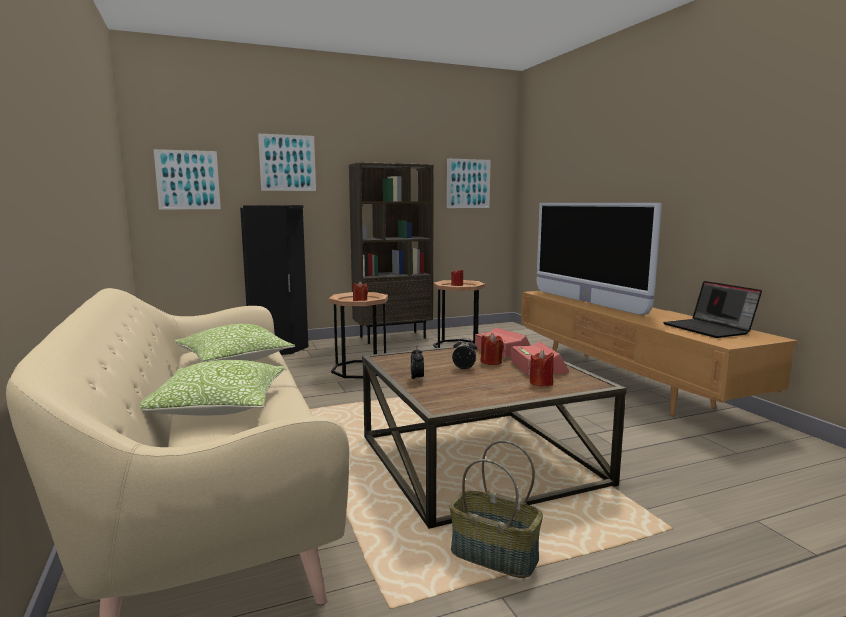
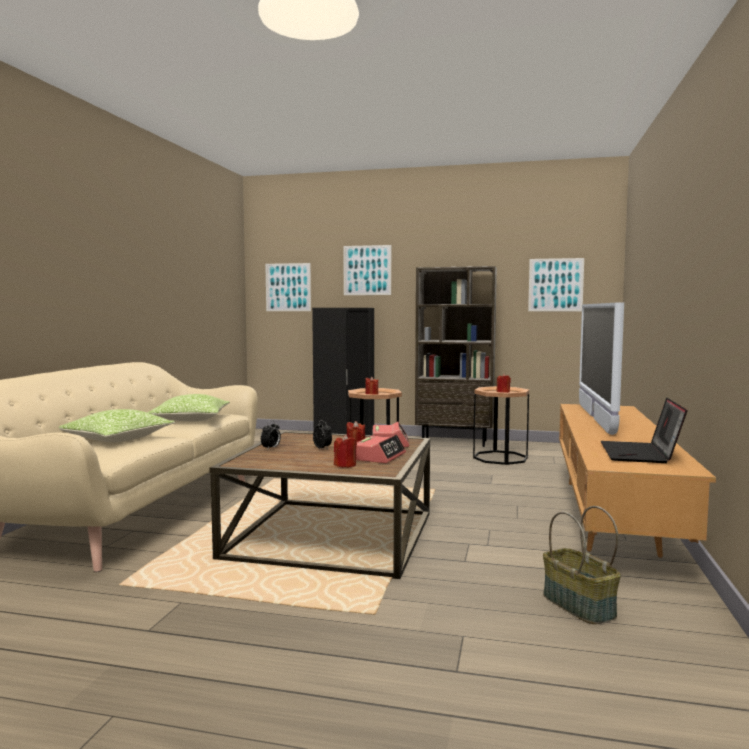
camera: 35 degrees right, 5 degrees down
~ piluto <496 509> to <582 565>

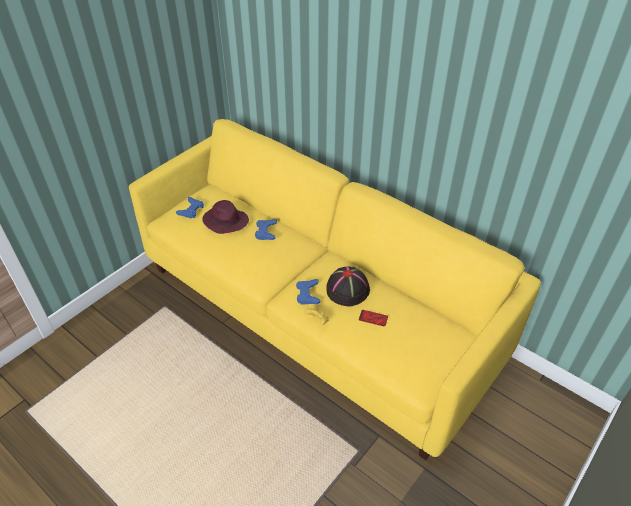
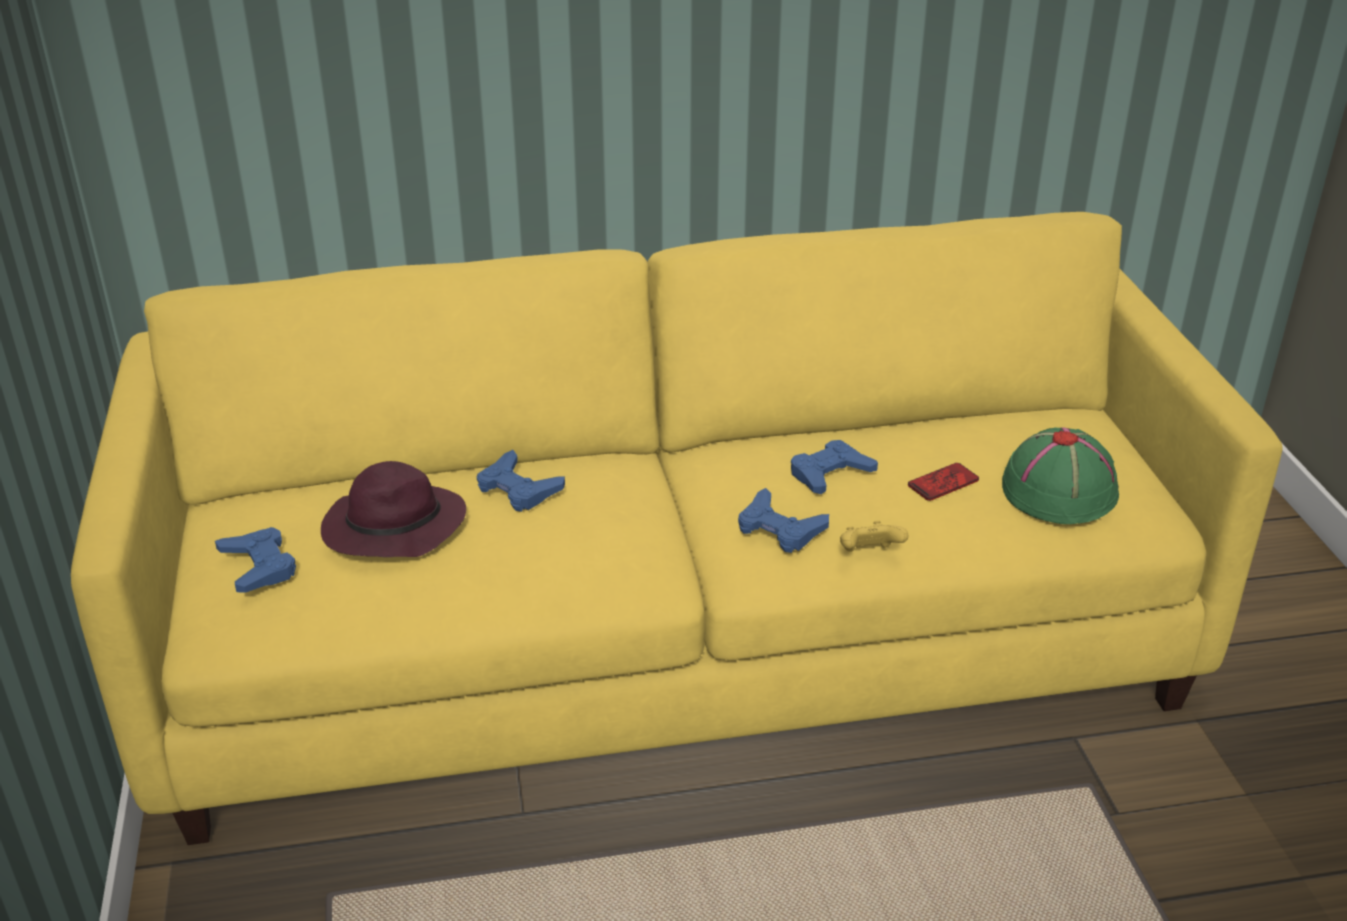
camera: 50 degrees left, 10 degrees down
~ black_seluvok <348 286> to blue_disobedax <834 467>
+ green_seluvok <1060 475>

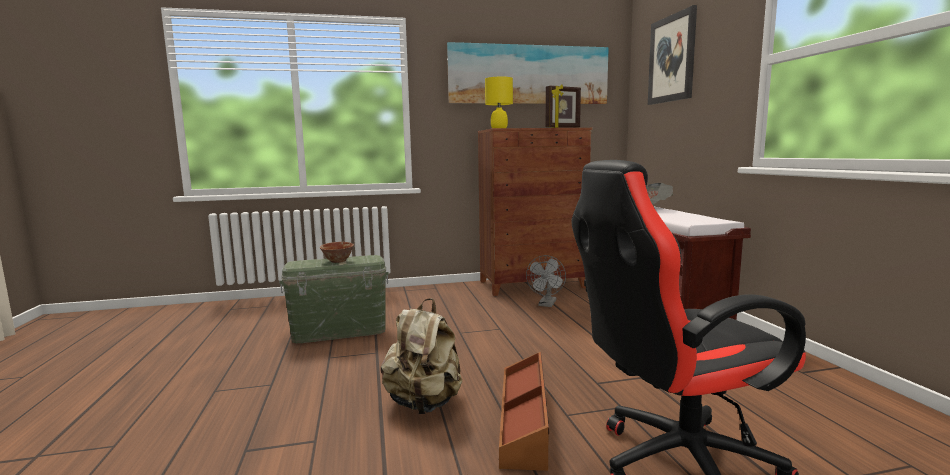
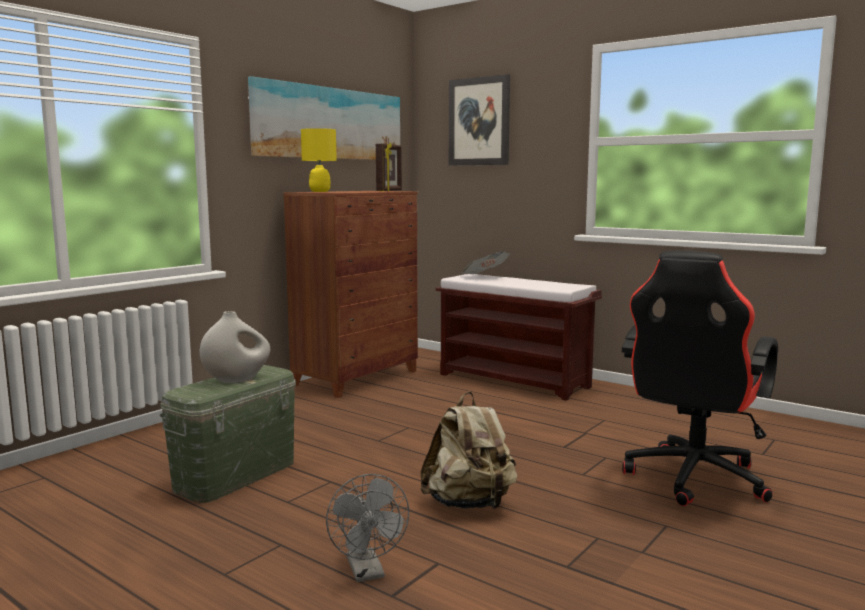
camera: 40 degrees left, 0 degrees up
~ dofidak <337 252> to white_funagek <235 347>
- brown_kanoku <524 411>
~ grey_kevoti <546 281> to <367 528>

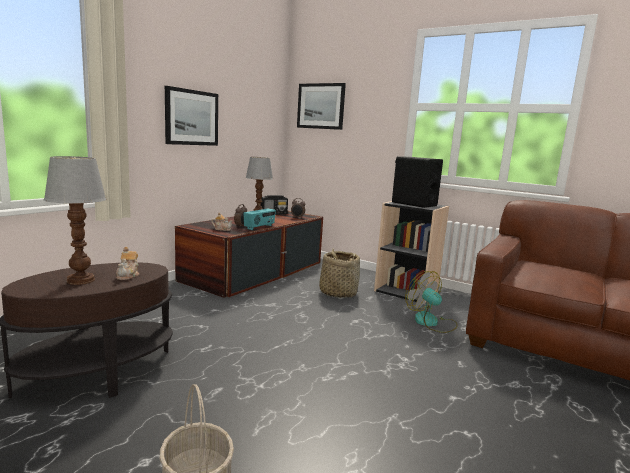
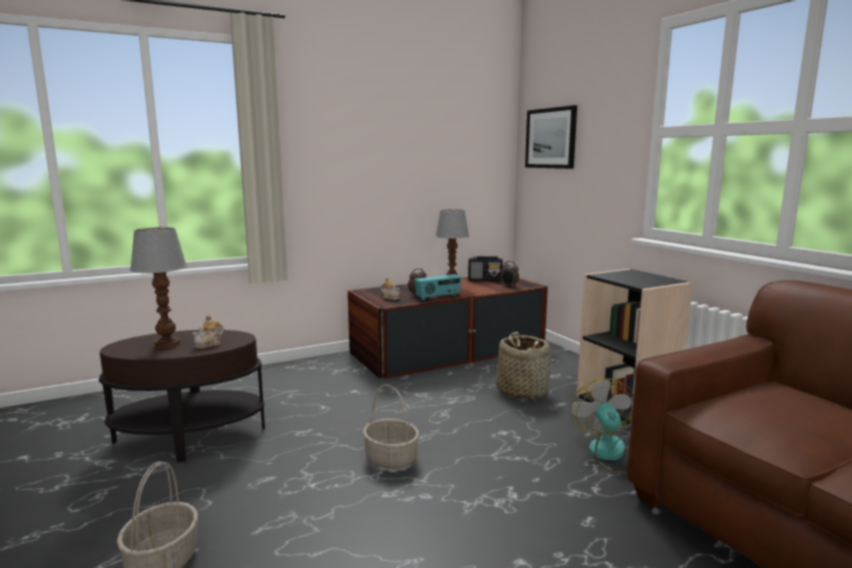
camera: 30 degrees right, 0 degrees up
- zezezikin <191 116>
- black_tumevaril <417 182>
+ piluto <391 426>

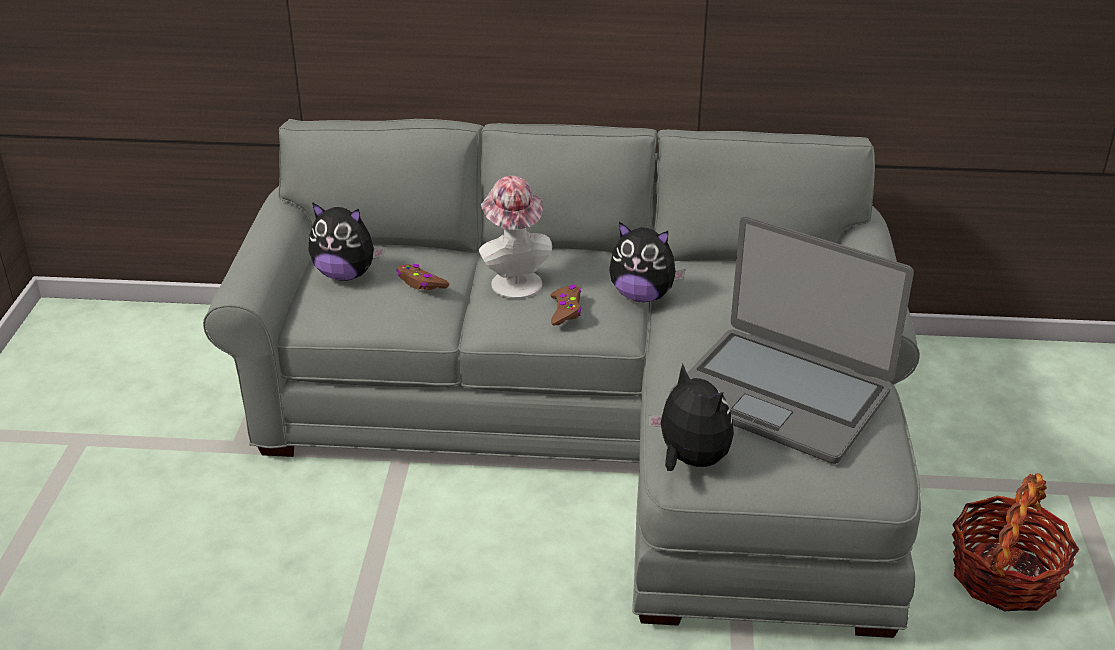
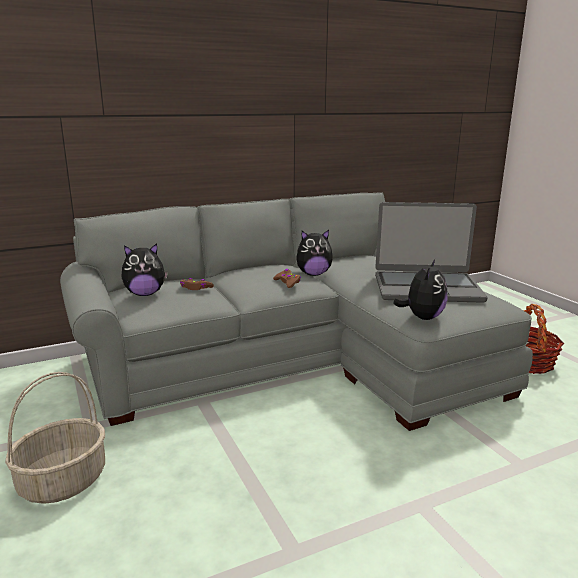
camera: 30 degrees left, 15 degrees down
- seluvok <515 237>
~ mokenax <691 417> = <420 289> 90 degrees clockwise
+ piluto <55 438>

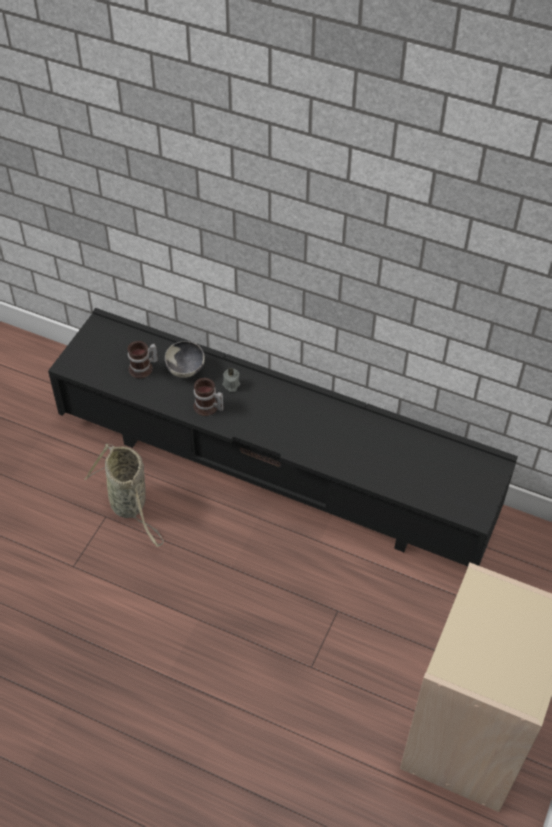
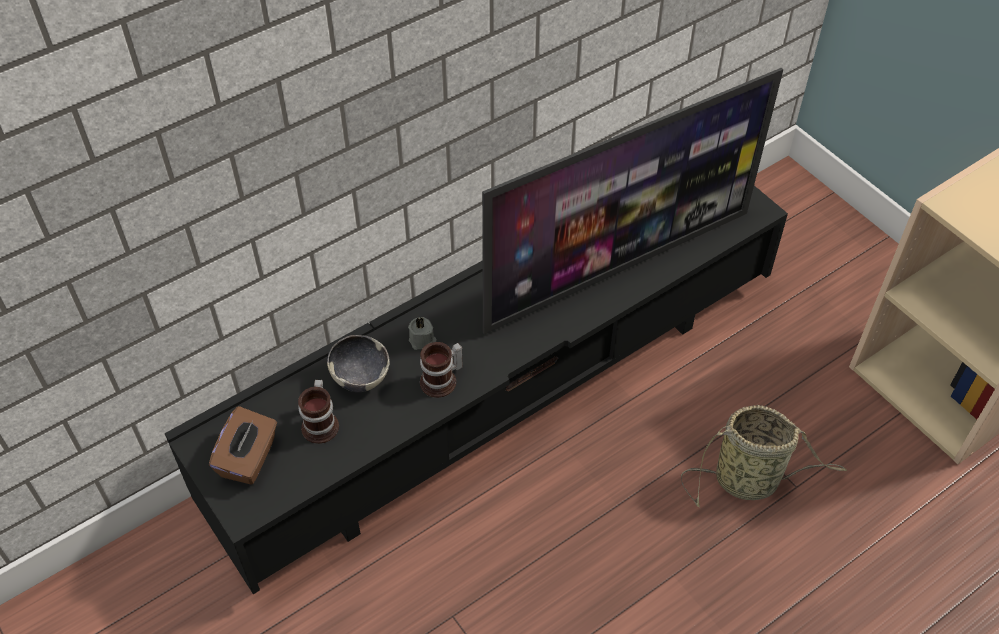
camera: 60 degrees left, 0 degrees up
~ piluto <124 495> to <764 456>
+ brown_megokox <243 445>
+ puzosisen <633 201>

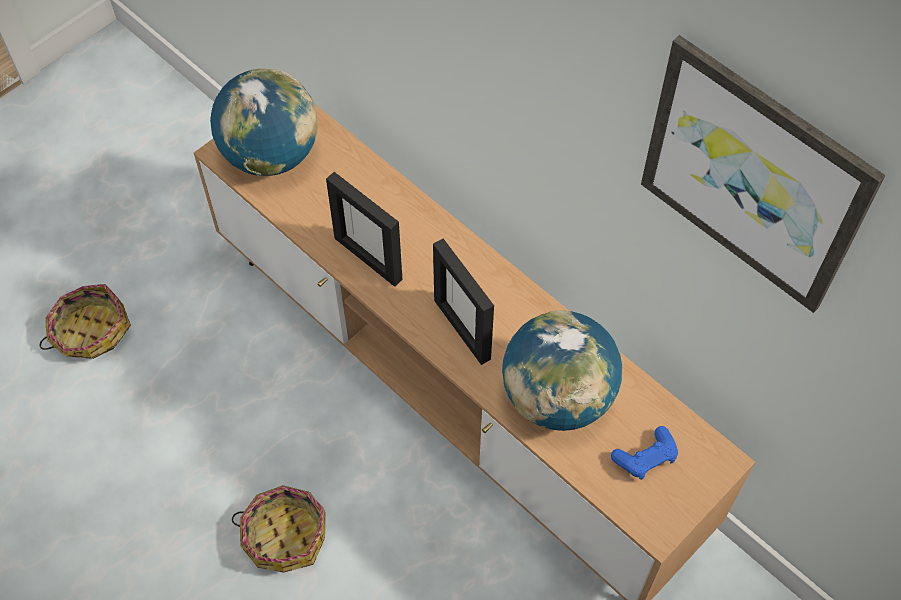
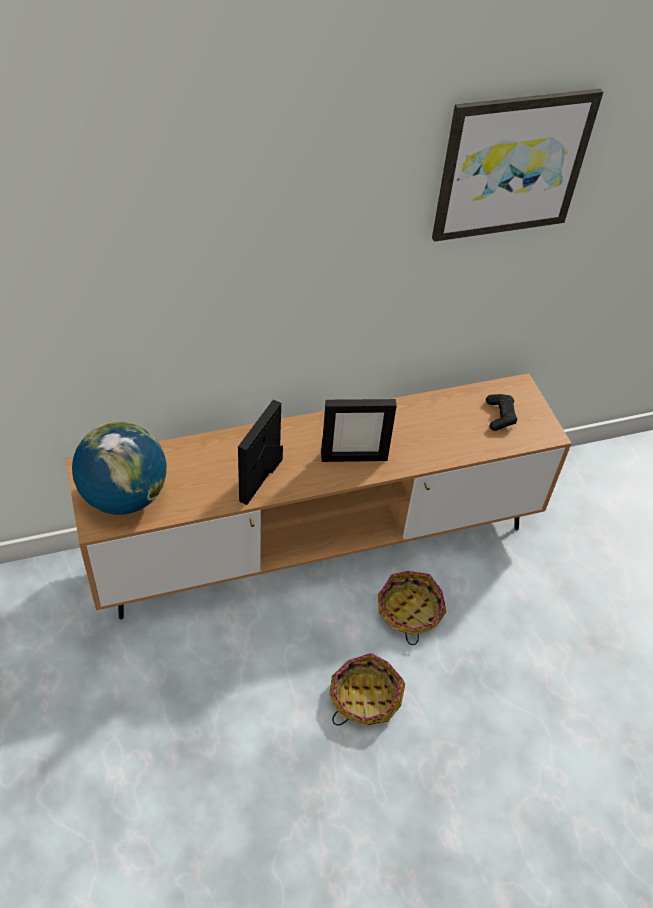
camera: 65 degrees left, 10 degrees down
~ piluto <85 321> to <412 608>
~ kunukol <364 229> = <260 452> 135 degrees clockwise
- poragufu <562 370>
~ blue_disobedax <644 453> to black_disobedax <501 412>

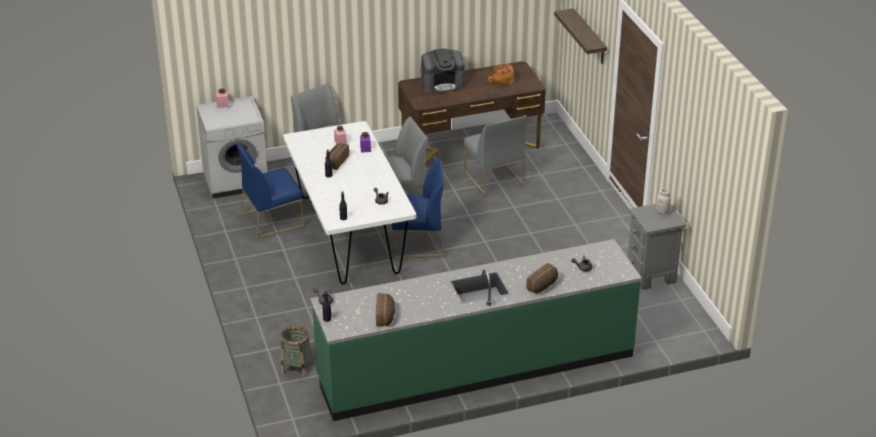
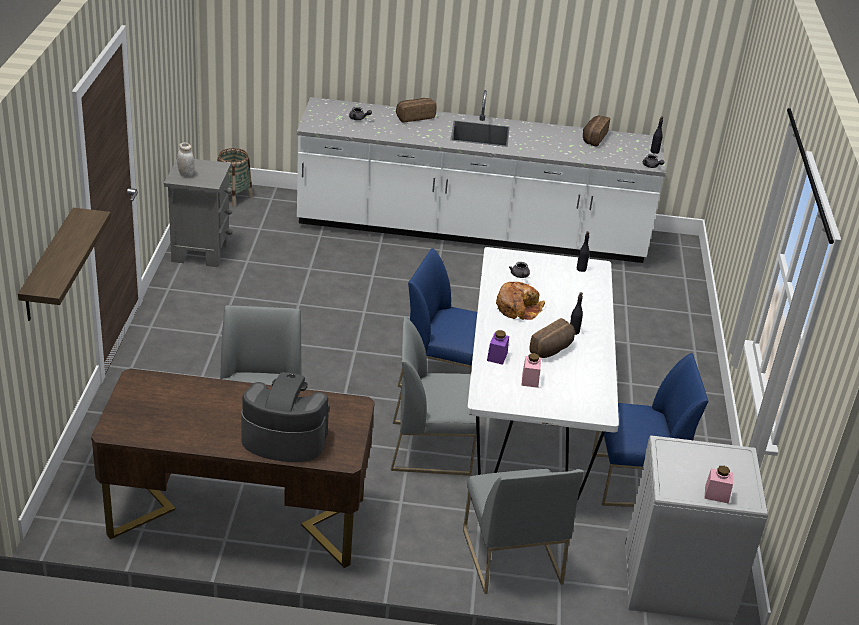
camera: 160 degrees left, 0 degrees up
~ piluto <296 351> to <235 177>
~ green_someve <476 330> to white_someve <481 176>
~ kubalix <501 74> to <520 301>

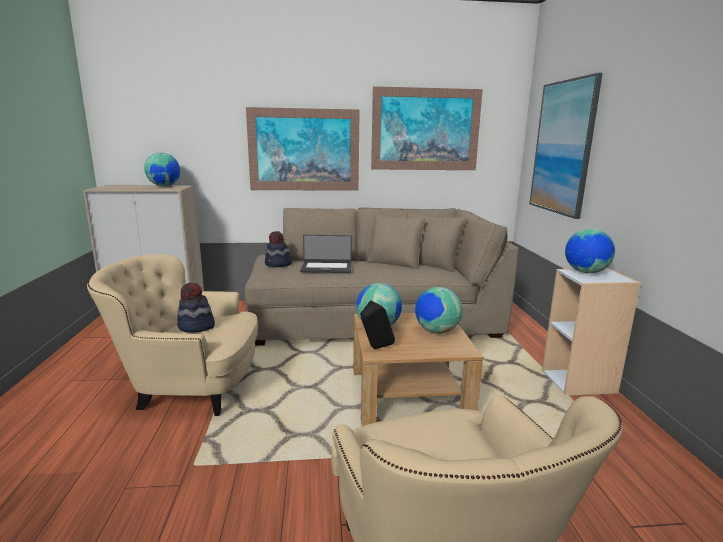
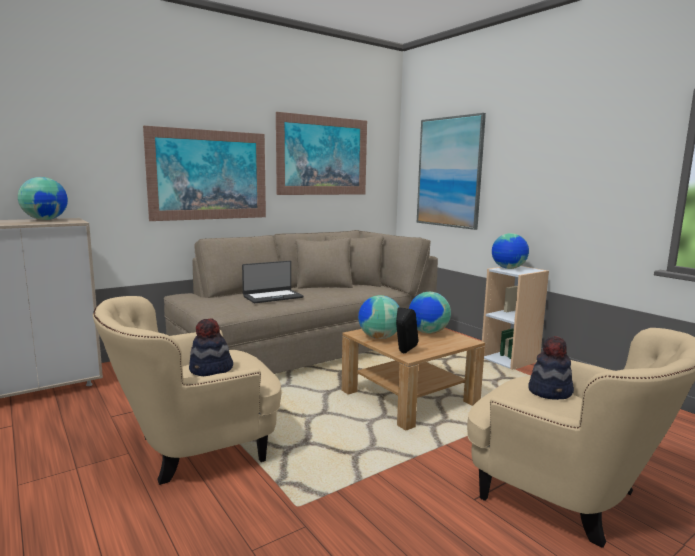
camera: 30 degrees left, 5 degrees down
~ seluvok <278 249> to <551 368>

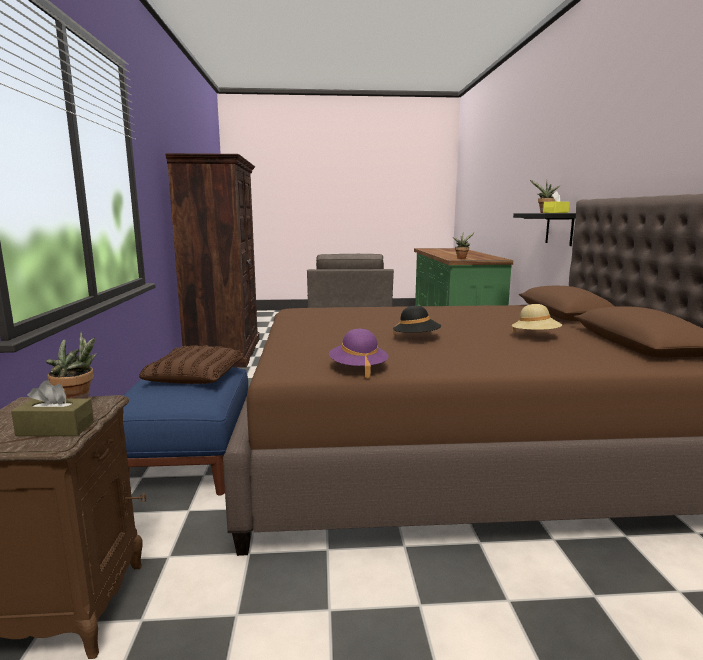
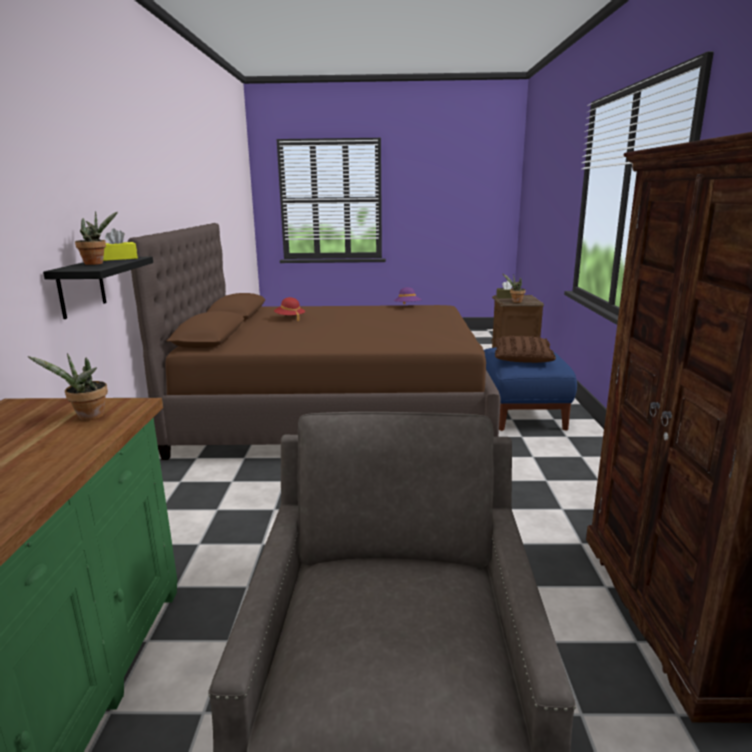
camera: 175 degrees left, 5 degrees up
- black_seluvok <417 321>
~ beige_seluvok <537 318> to red_seluvok <289 309>

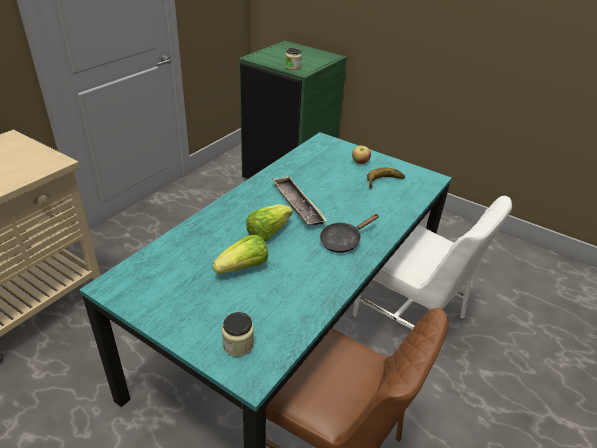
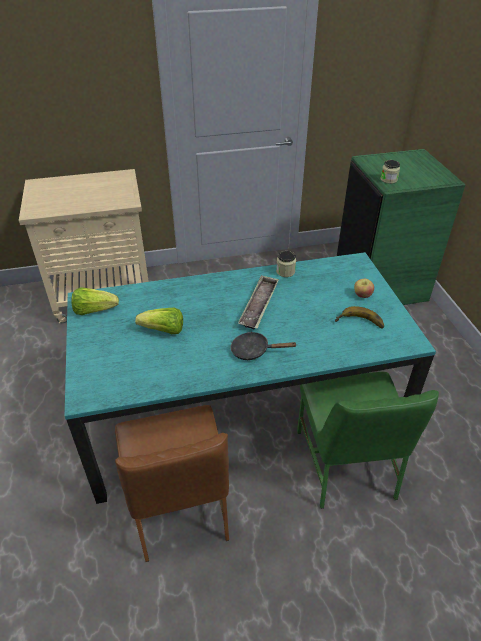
camera: 45 degrees right, 5 degrees up
~ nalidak <238 334> to <286 264>
~ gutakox <269 223> to <95 301>
~ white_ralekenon <432 263> to green_ralekenon <368 440>

